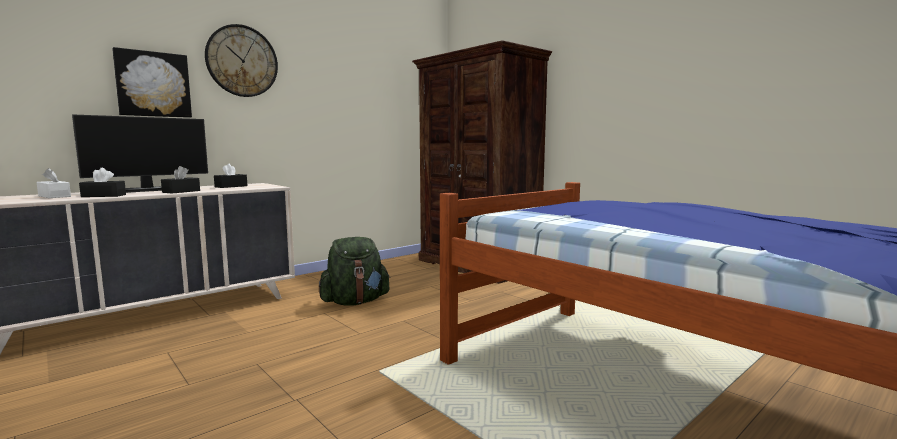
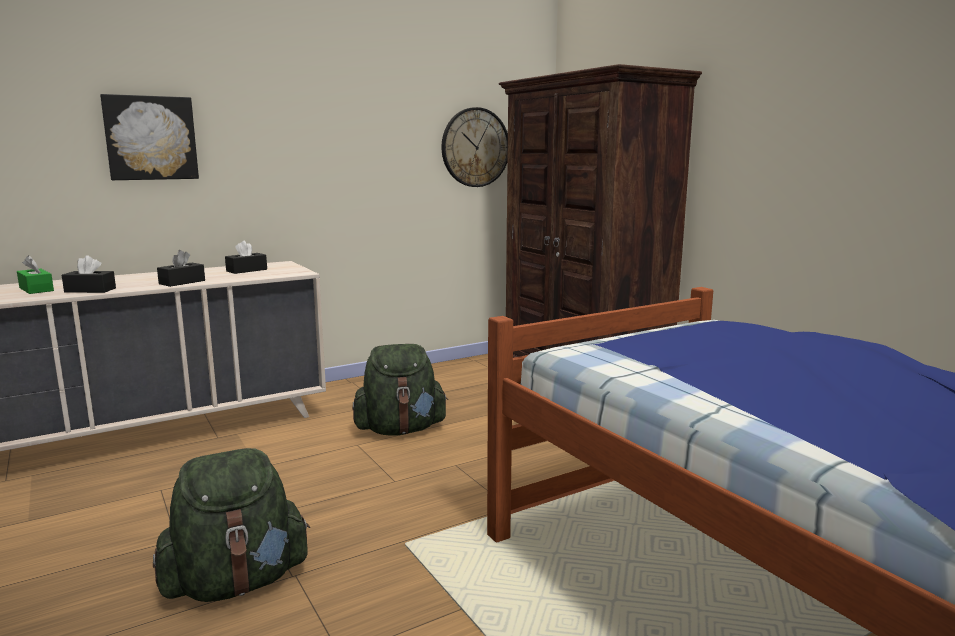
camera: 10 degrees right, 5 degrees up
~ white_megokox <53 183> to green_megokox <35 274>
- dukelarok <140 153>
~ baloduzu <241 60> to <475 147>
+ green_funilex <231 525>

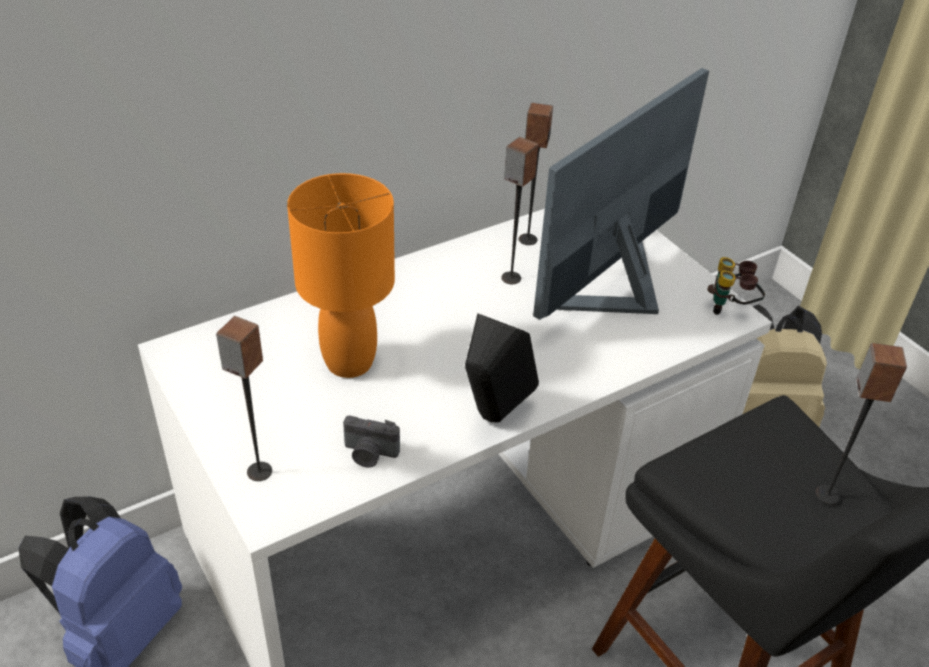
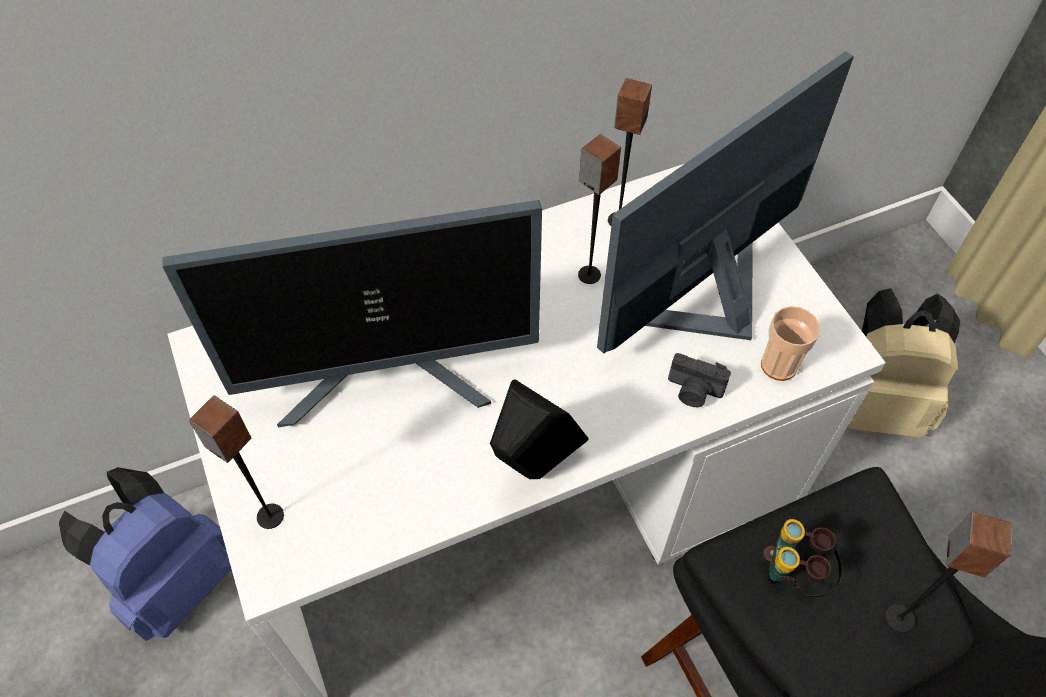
camera: 10 degrees right, 15 degrees up
~ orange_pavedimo <341 275> to dukelarok <352 313>
~ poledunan <371 442> to <699 380>
~ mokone <736 286> to <802 558>
+ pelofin <790 343>

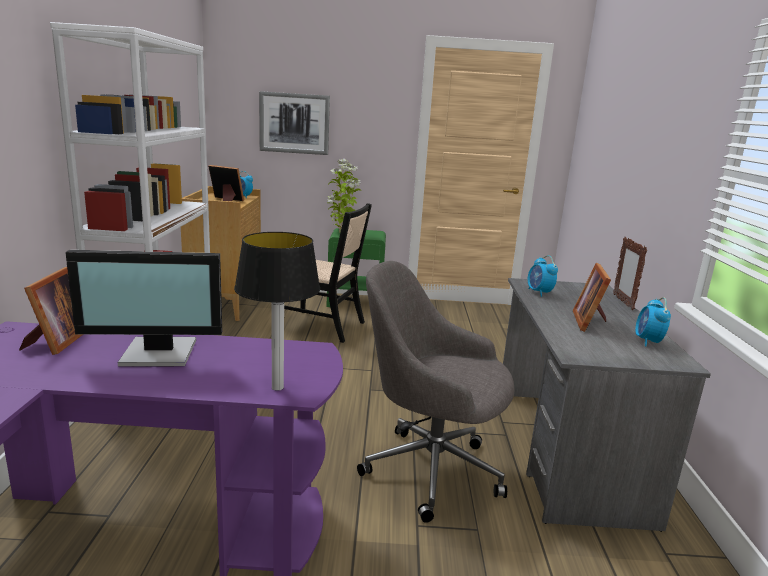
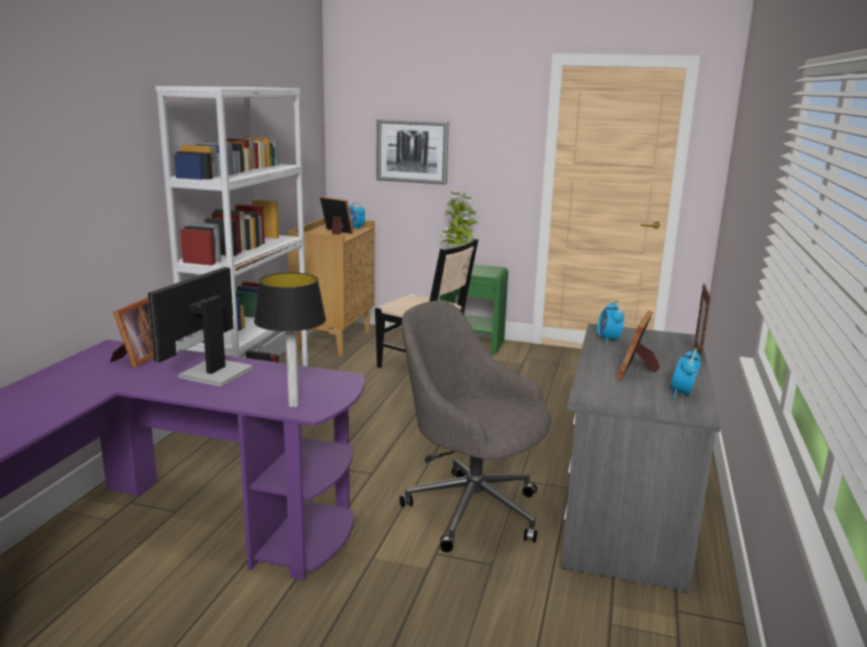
camera: 15 degrees right, 0 degrees up
~ dukelarok <143 308> = <201 327> 105 degrees clockwise

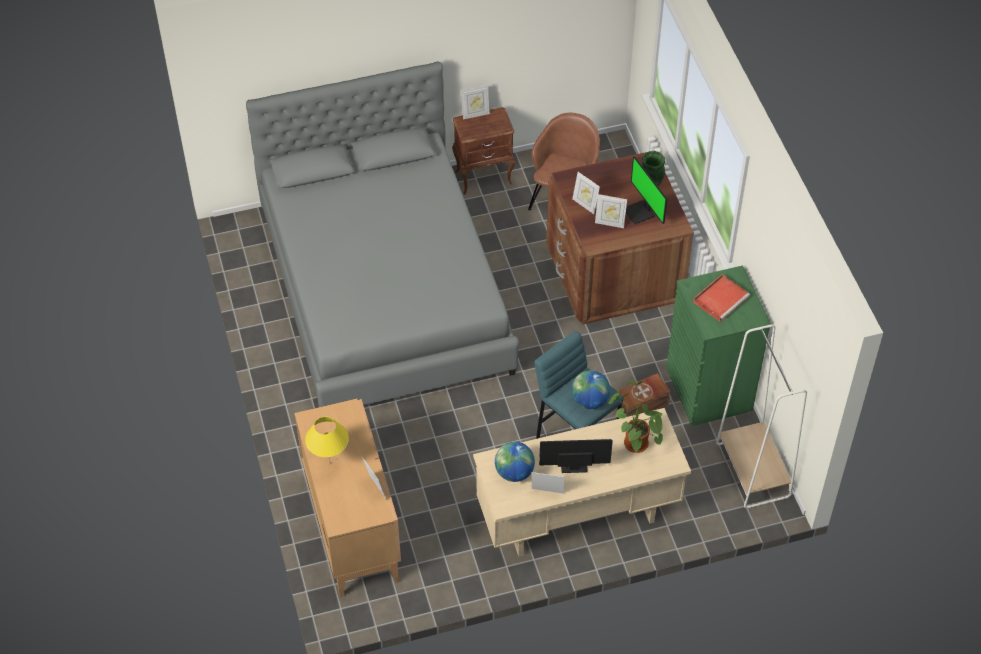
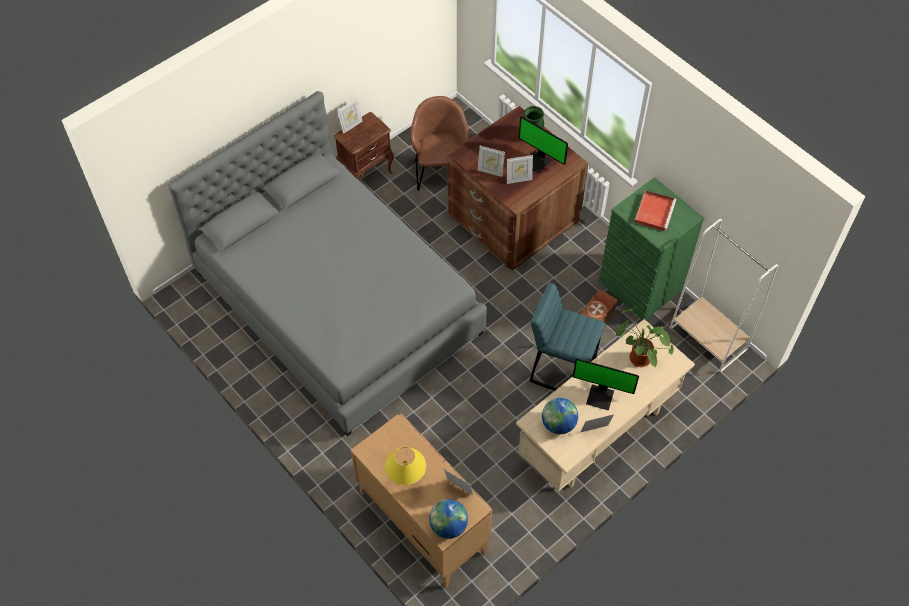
camera: 25 degrees left, 5 degrees up
~ dukelarok <576 456> = <606 384> 135 degrees counterclockwise
~ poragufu <590 389> to <448 519>

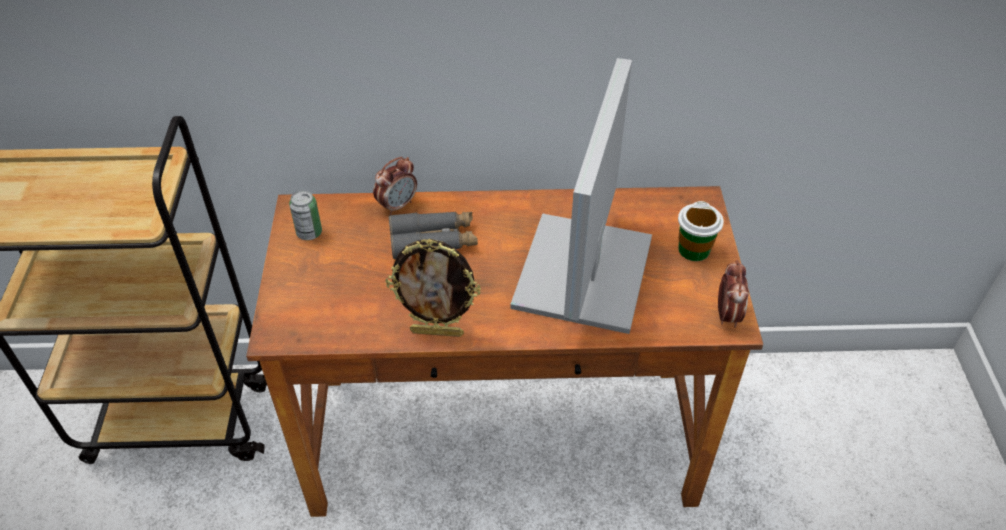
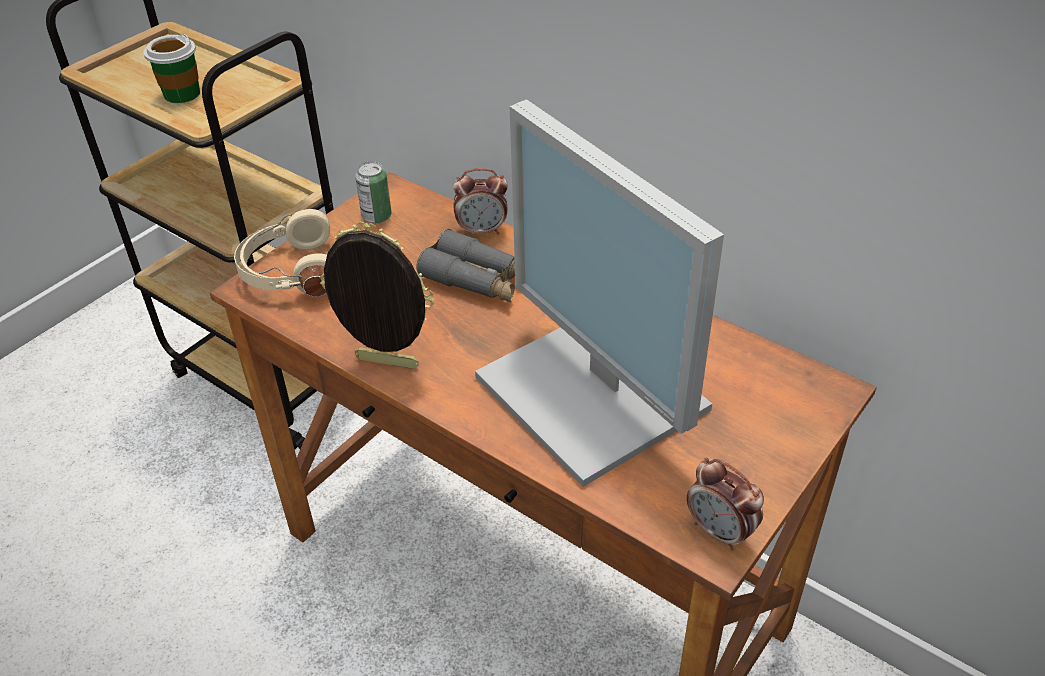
camera: 40 degrees right, 5 degrees down
~ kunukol <433 288> = <377 295> 150 degrees clockwise
~ dukelarok <581 196> = <599 293> 90 degrees counterclockwise
~ pelofin <701 231> to <171 68>
~ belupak <733 294> = <725 504> 90 degrees clockwise
+ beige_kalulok <282 253>

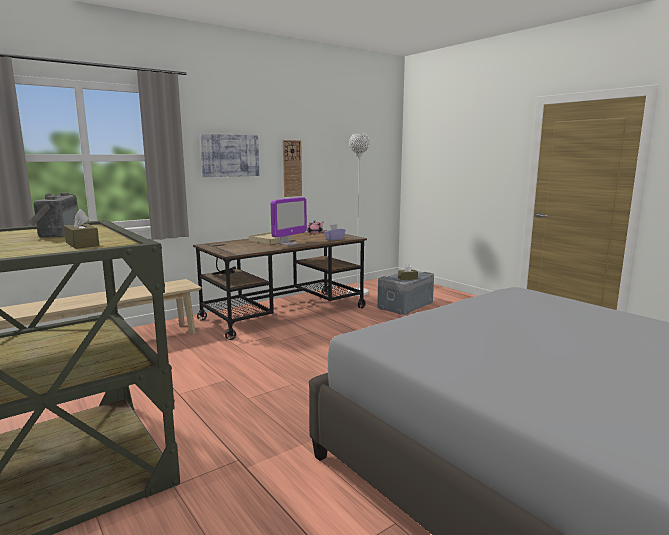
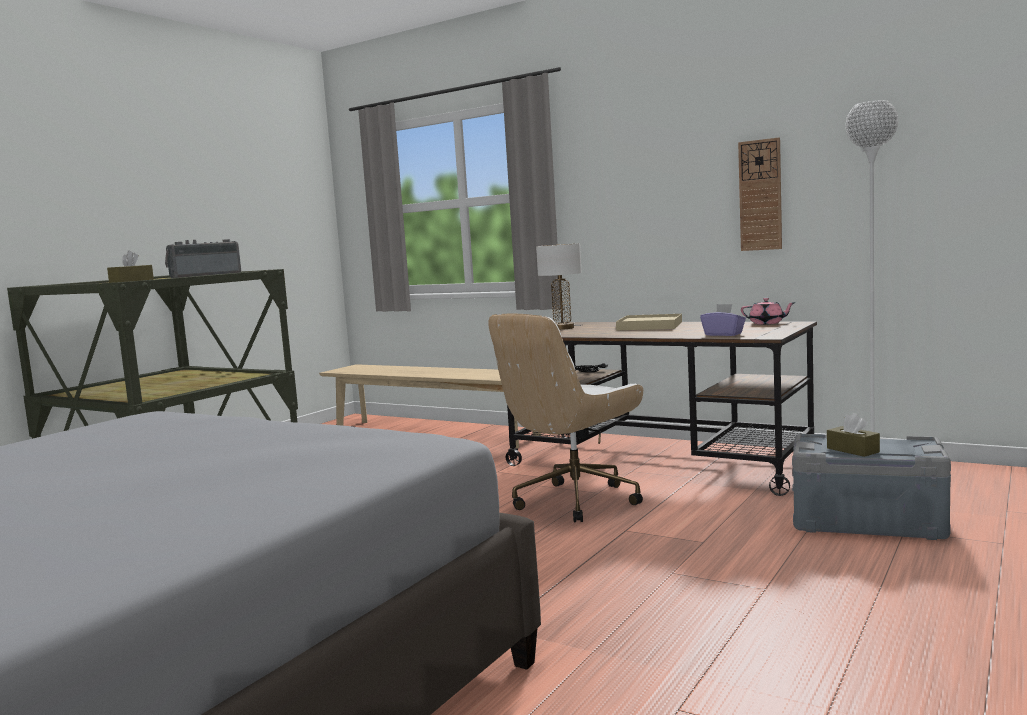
camera: 70 degrees right, 5 degrees down
- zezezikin <229 155>
- dukelarok <289 221>
+ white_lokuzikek <565 418>
+ pavedimo <559 286>

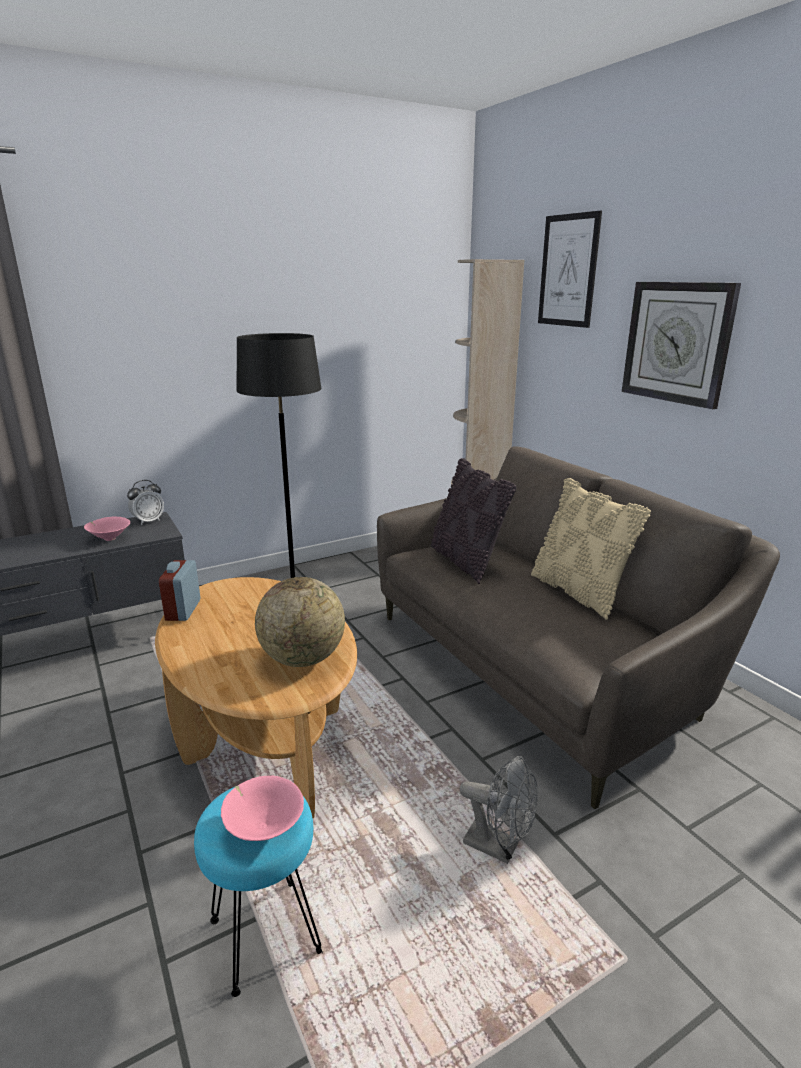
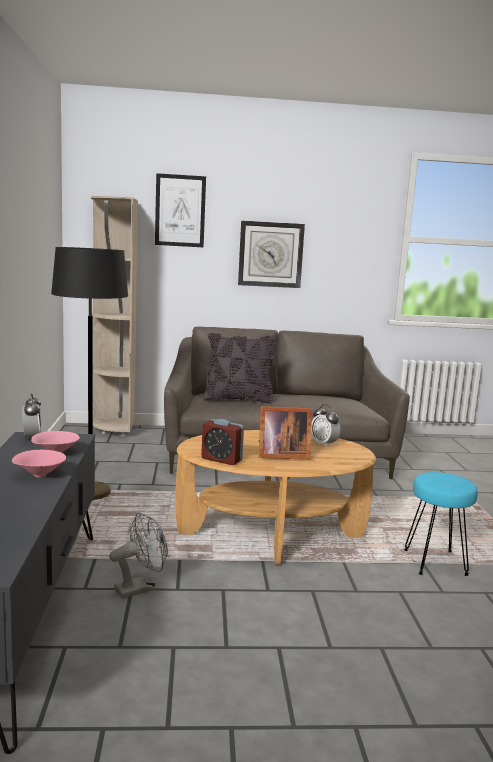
camera: 65 degrees left, 10 degrees down
~ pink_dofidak <262 808> to <39 463>
~ poragufu <300 622> to belupak <325 426>
~ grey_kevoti <498 810> to <138 555>
- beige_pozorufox <591 549>
+ kunukol <285 433>

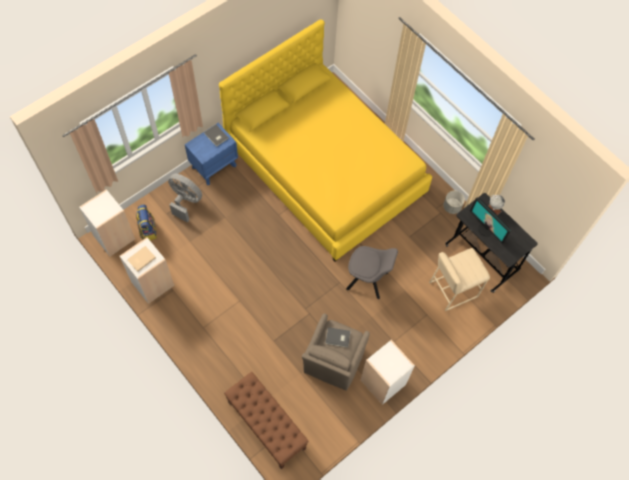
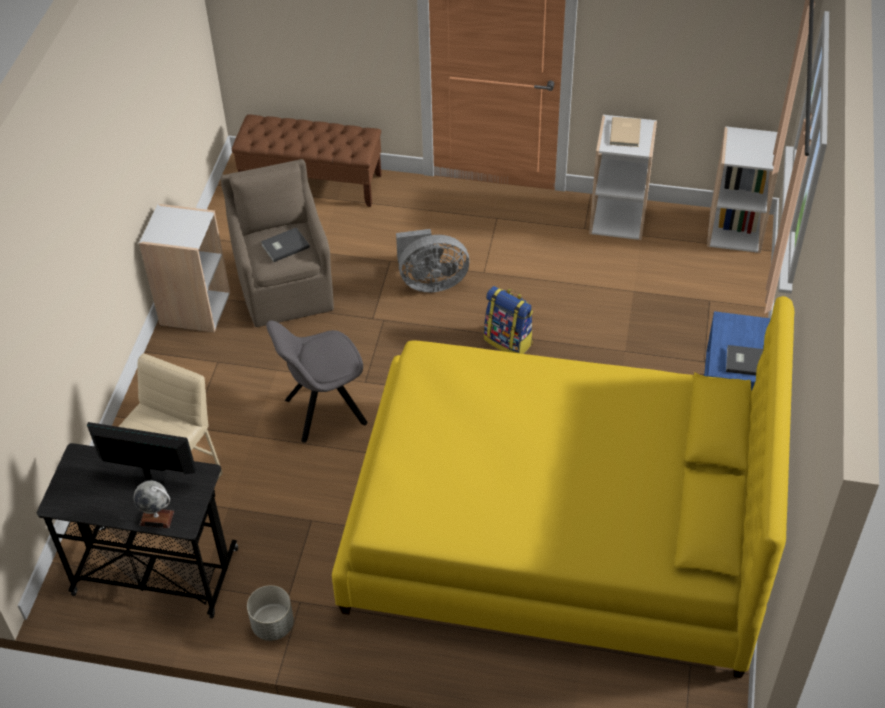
camera: 145 degrees right, 15 degrees down
~ funilex <146 222> to <508 320>
~ grey_kevoti <185 198> to <433 260>

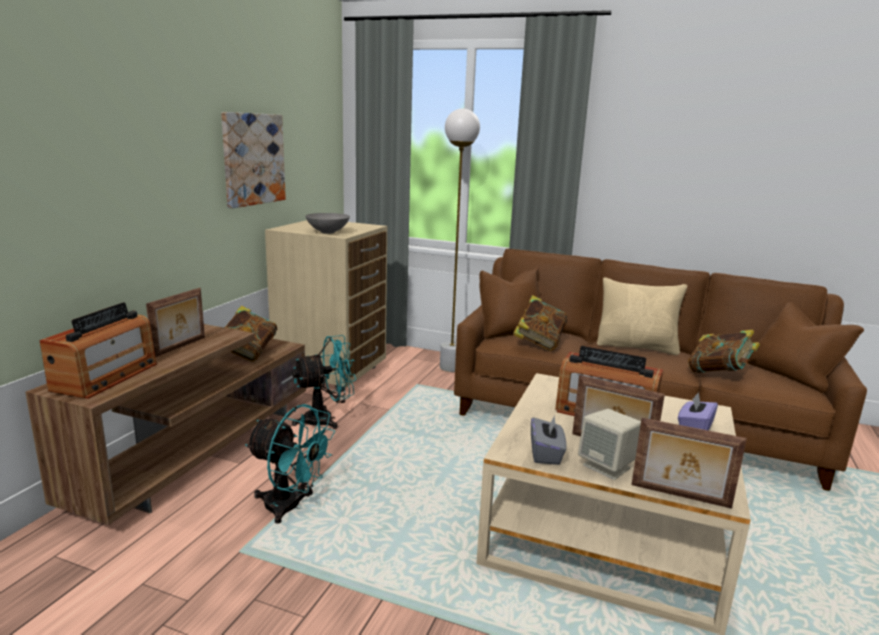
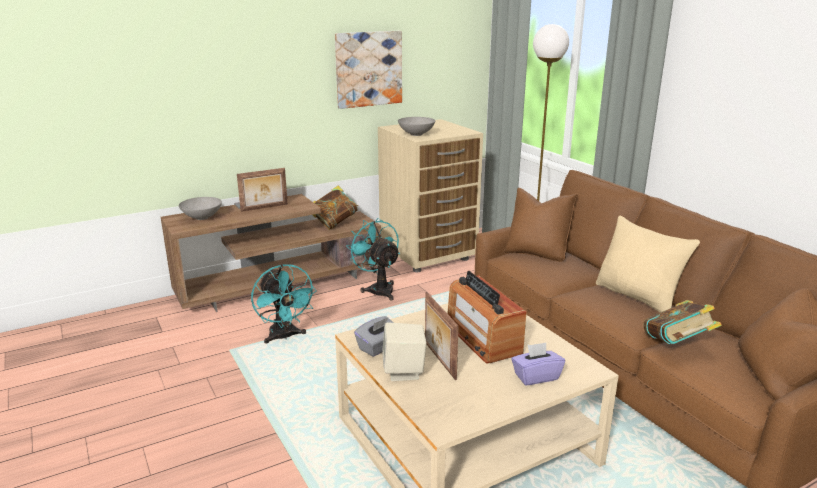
camera: 40 degrees right, 5 degrees up
~ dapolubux <98 350> to grey_dofidak <200 208>
~ turquoise_kevoti <324 382> = <373 259> 135 degrees counterclockwise
- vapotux <540 323>
- kunukol <689 463>

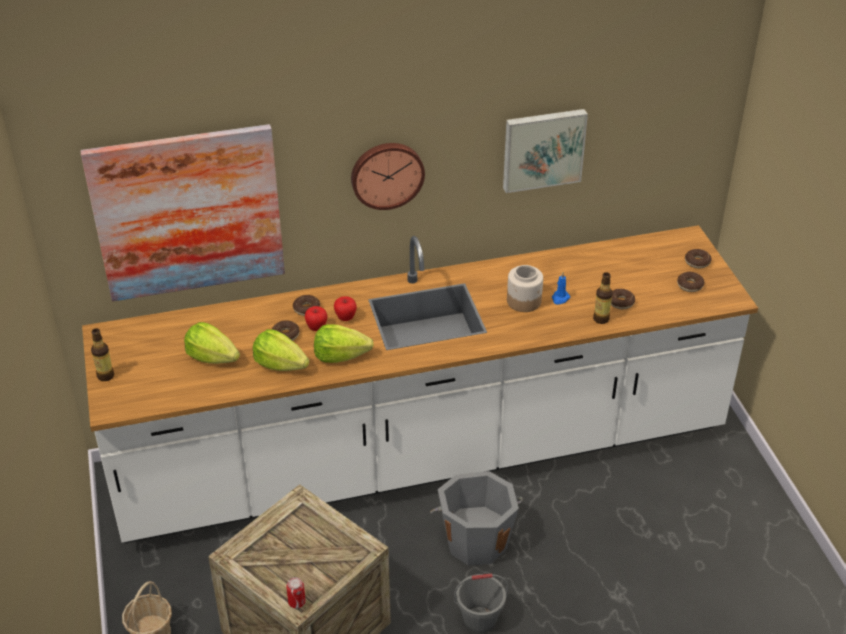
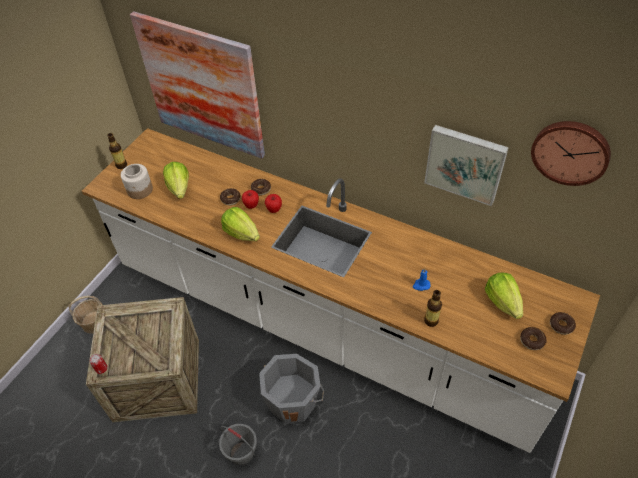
camera: 45 degrees right, 10 degrees up
~ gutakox <281 350> to <504 296>
~ baloduzu <388 176> to <571 153>
~ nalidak <525 288> to <137 181>
- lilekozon <623 299>

